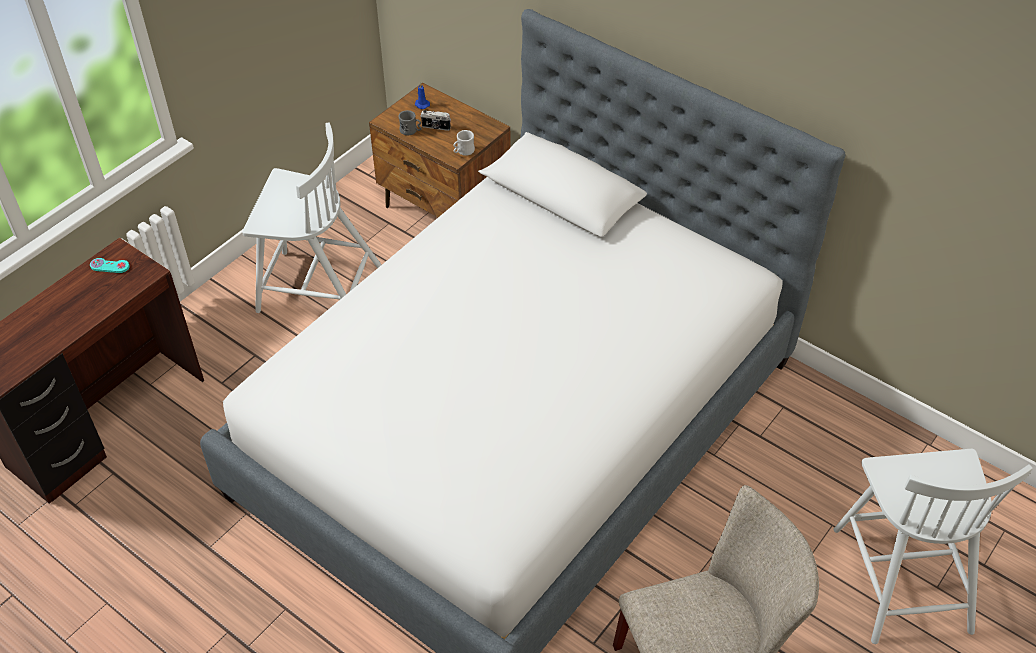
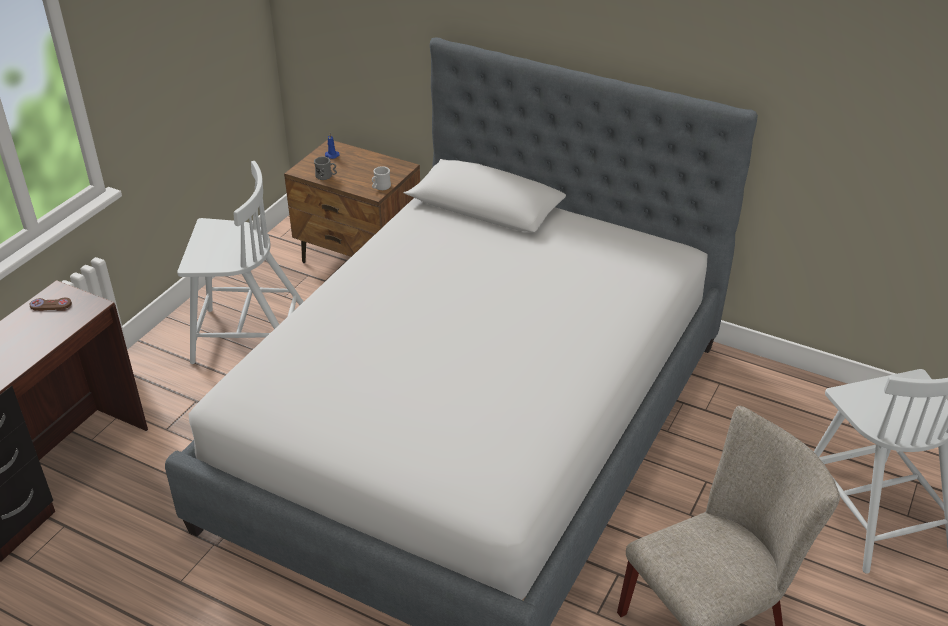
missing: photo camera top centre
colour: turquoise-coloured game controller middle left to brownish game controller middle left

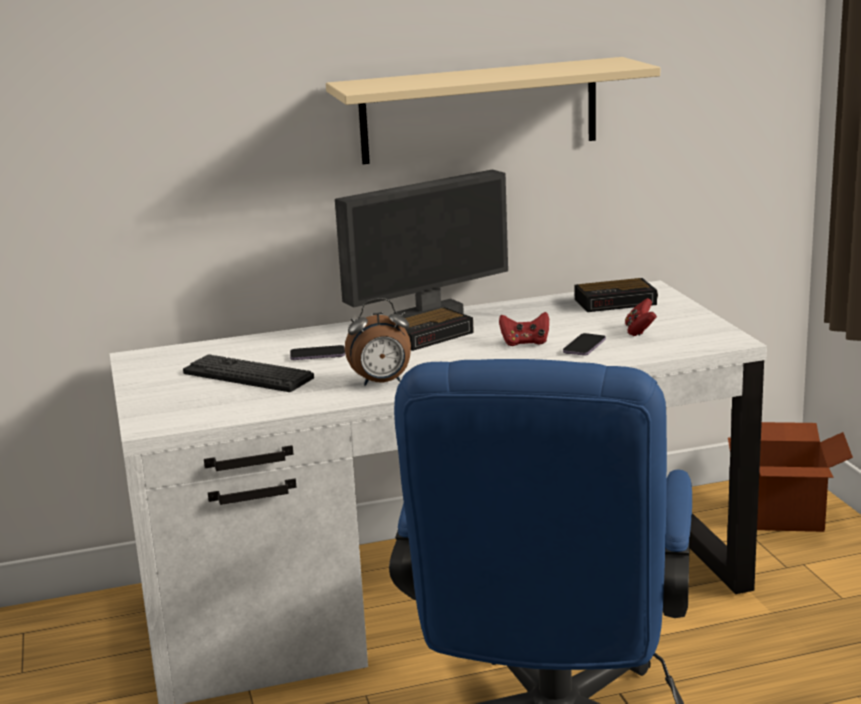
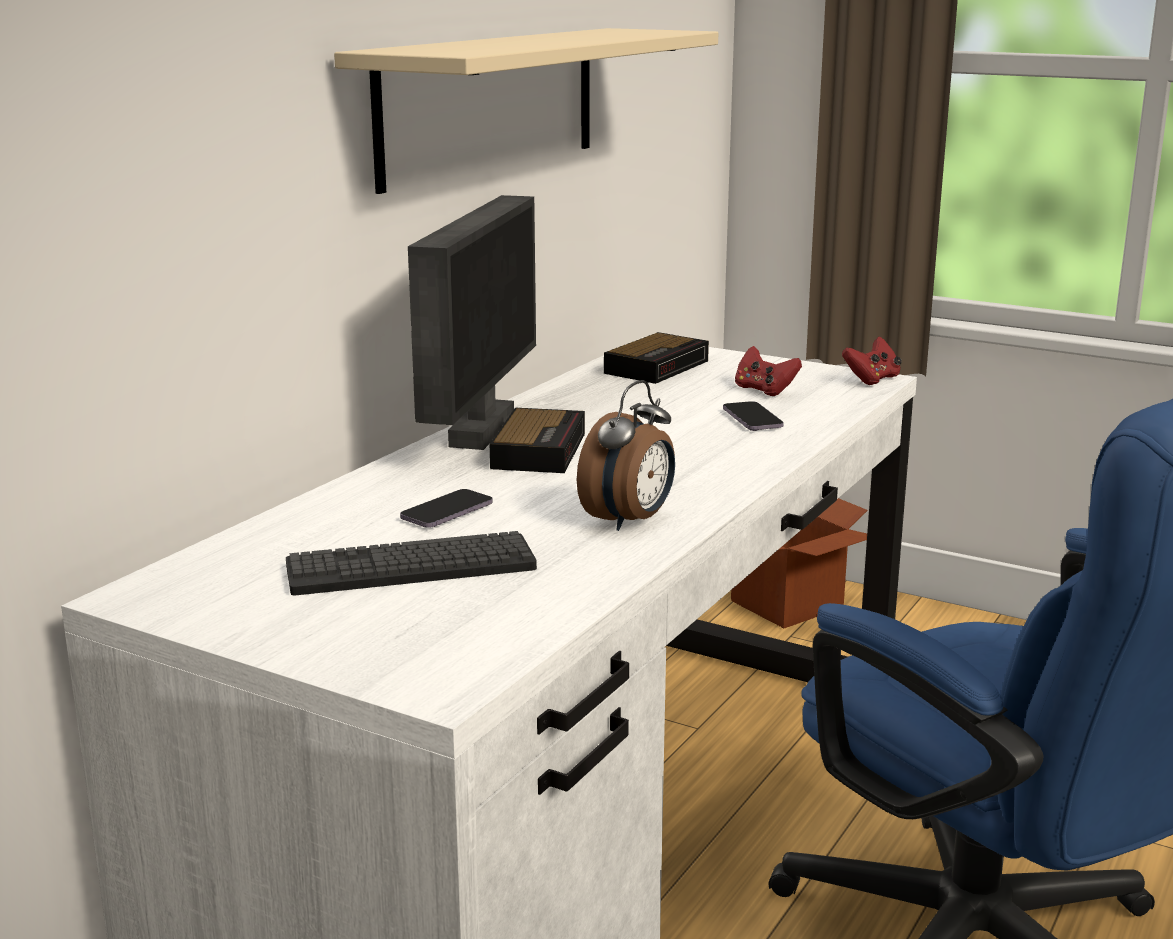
relocated: red-coloured game controller (no. 1 from left in the first image) centre to red-coloured game controller (no. 2 from left) middle right

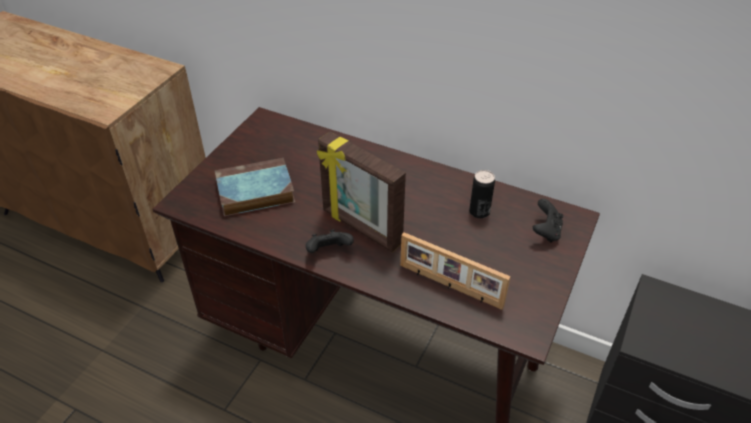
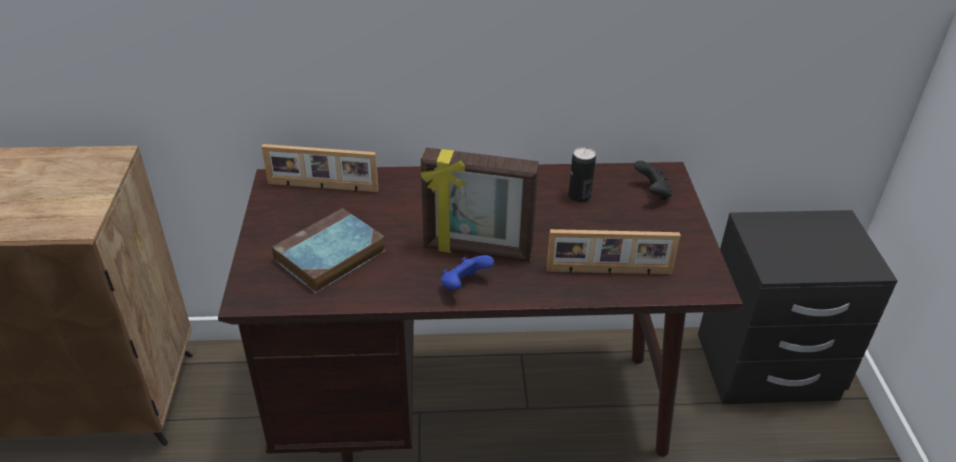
appeared: standing frame (no. 1 from left) centre
colour: black-coloured game controller (no. 1 from left) centre to blue-coloured game controller centre

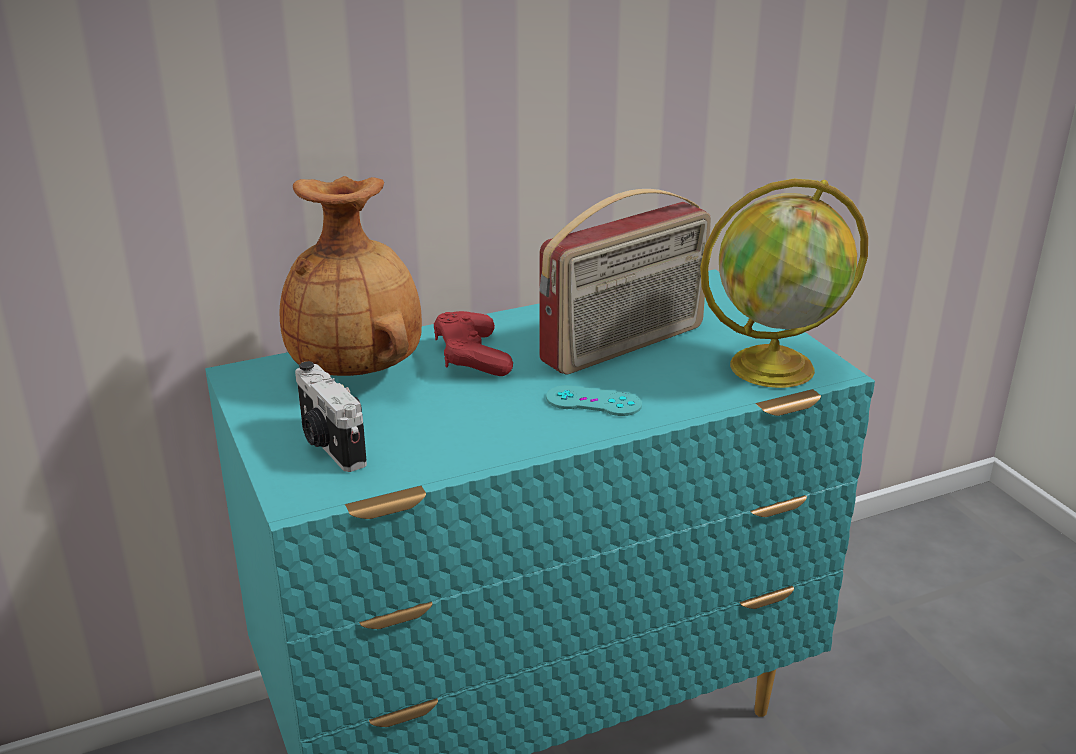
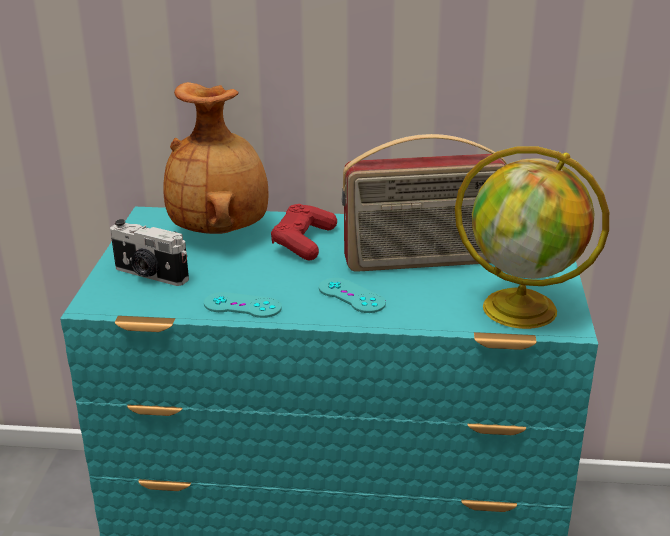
appeared: turquoise-coloured game controller (no. 1 from left) centre
spun: photo camera middle left = middle left 60 degrees counterclockwise

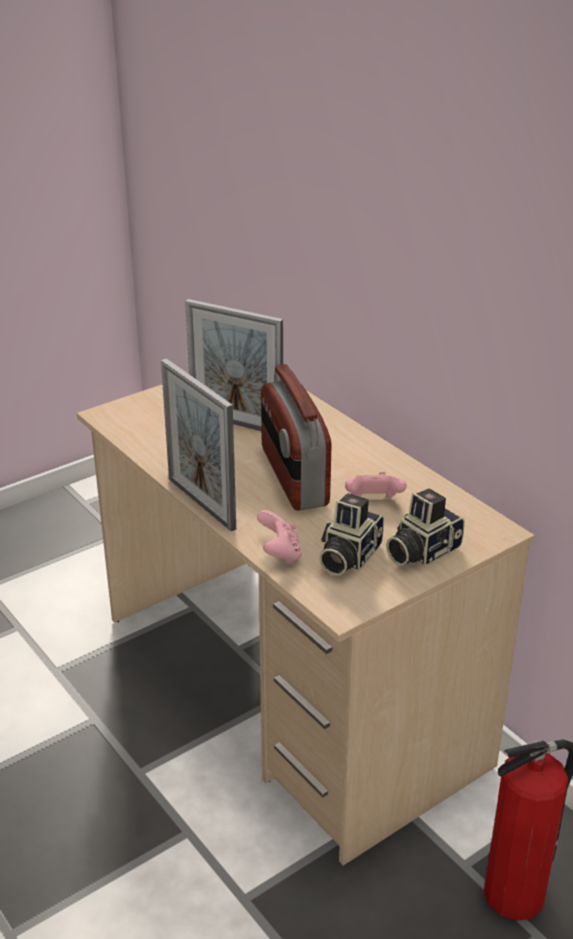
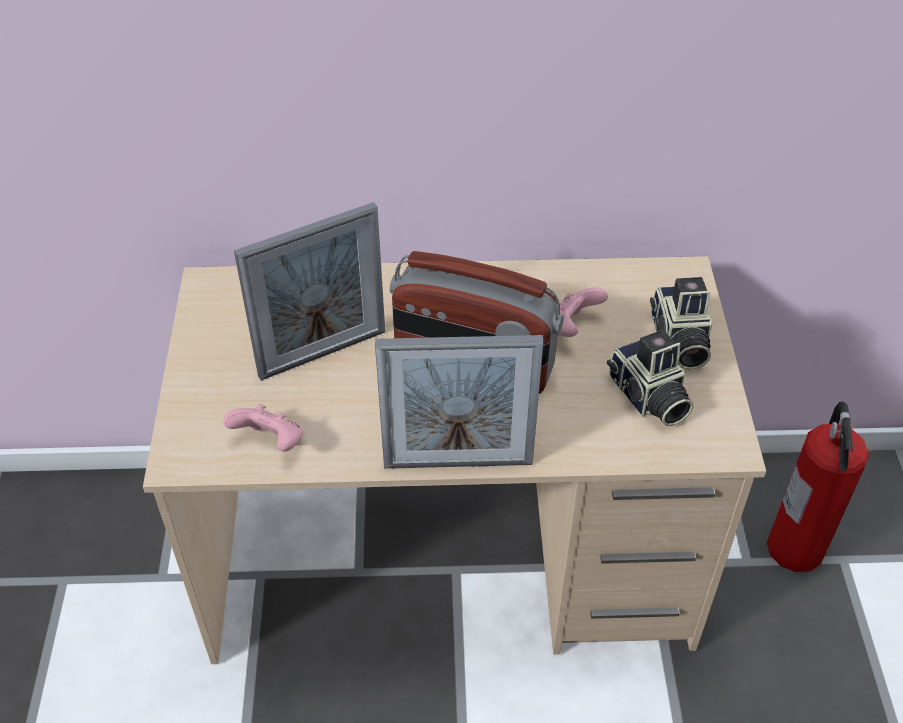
relocated: pink game controller (no. 1 from left) centre to middle left

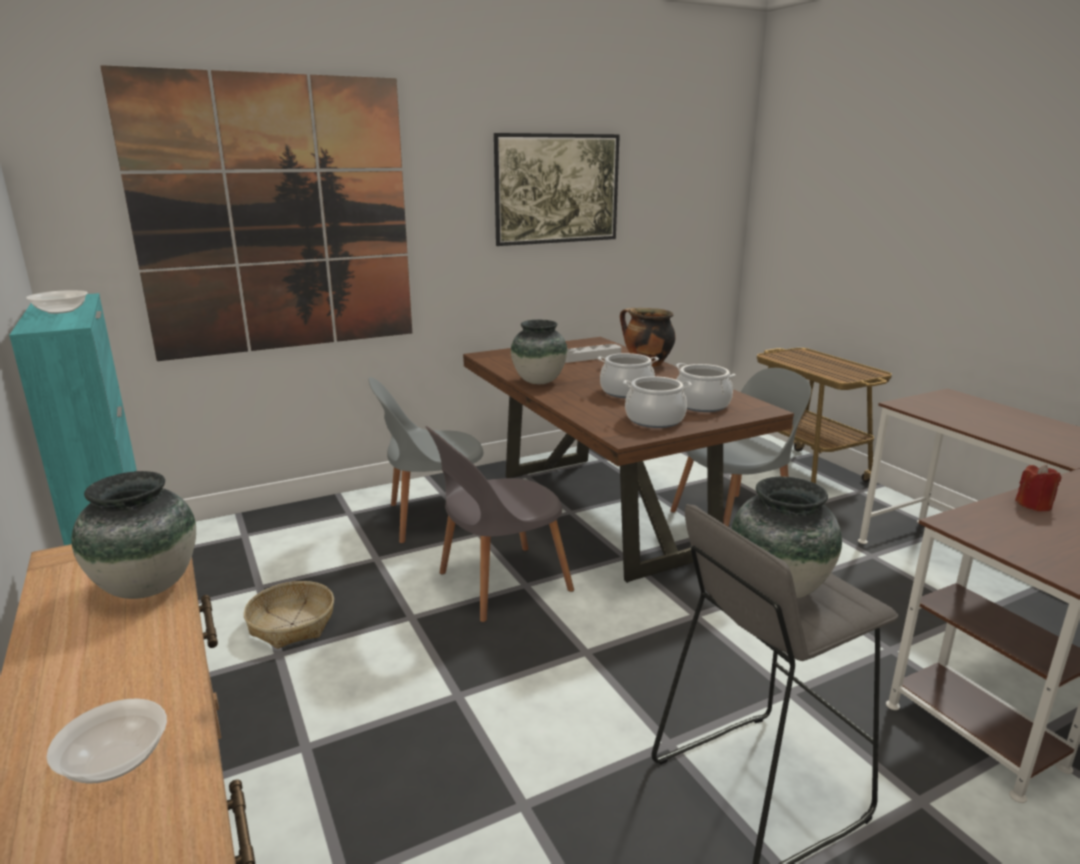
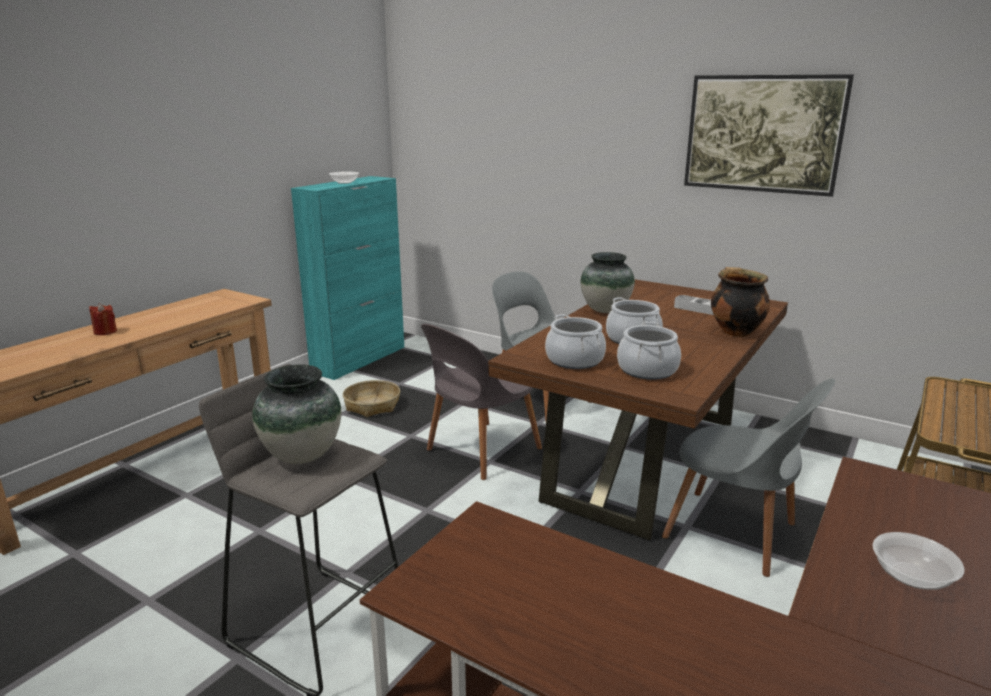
missing: flower vase (no. 1 from left) middle left; picture (no. 1 from left) top left
relocated: serving bowl (no. 2 from left) bottom left to bottom right; red-coloured wax light middle right to middle left
spun: gray upright chair (no. 2 from left in the first image) centre = centre 75 degrees counterclockwise

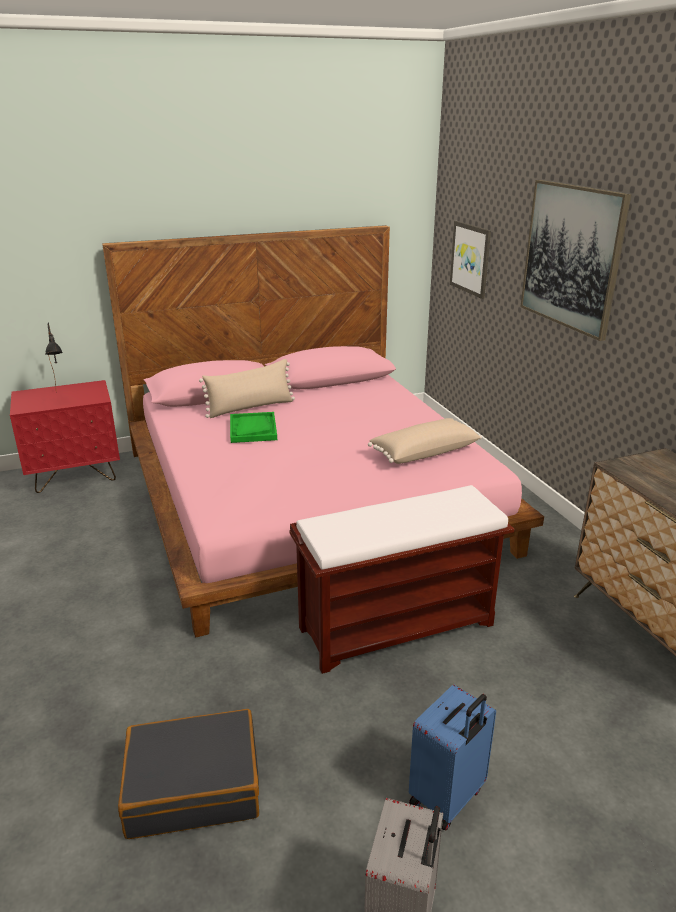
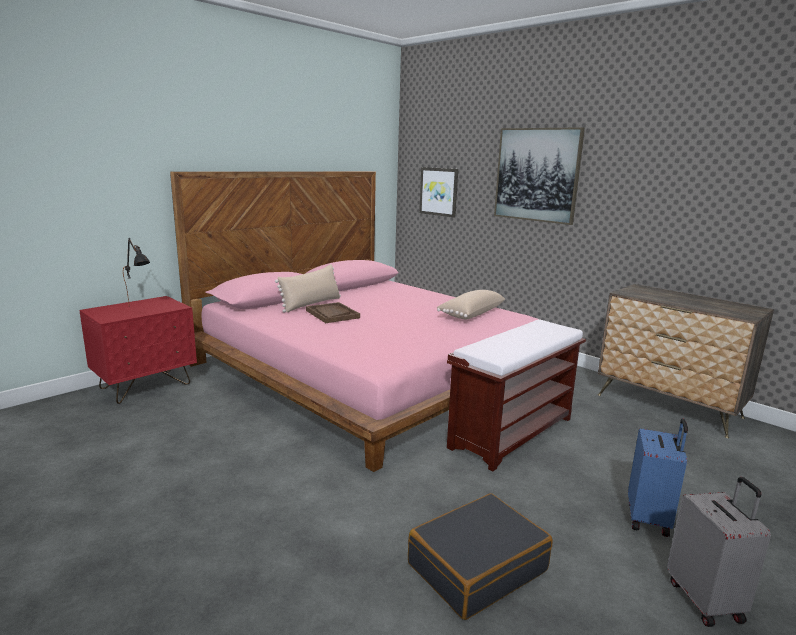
colour: greenish carrying tray centre to brownish carrying tray centre

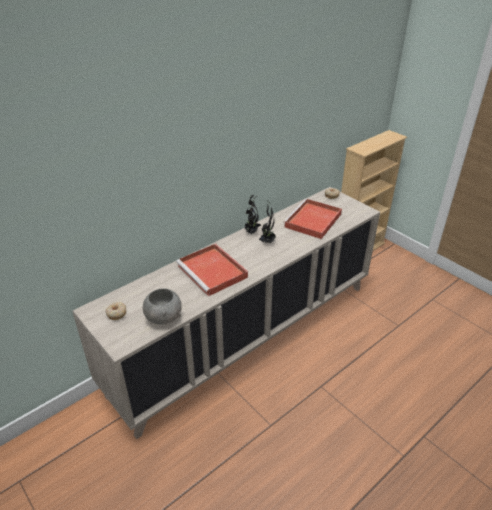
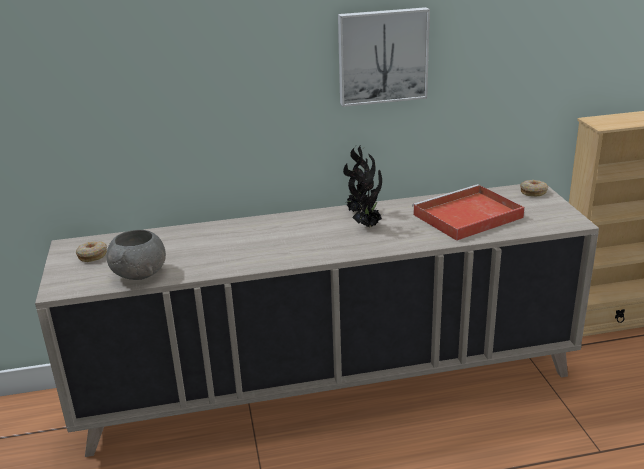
missing: red-coloured carrying tray (no. 1 from left) centre
appeared: picture top centre

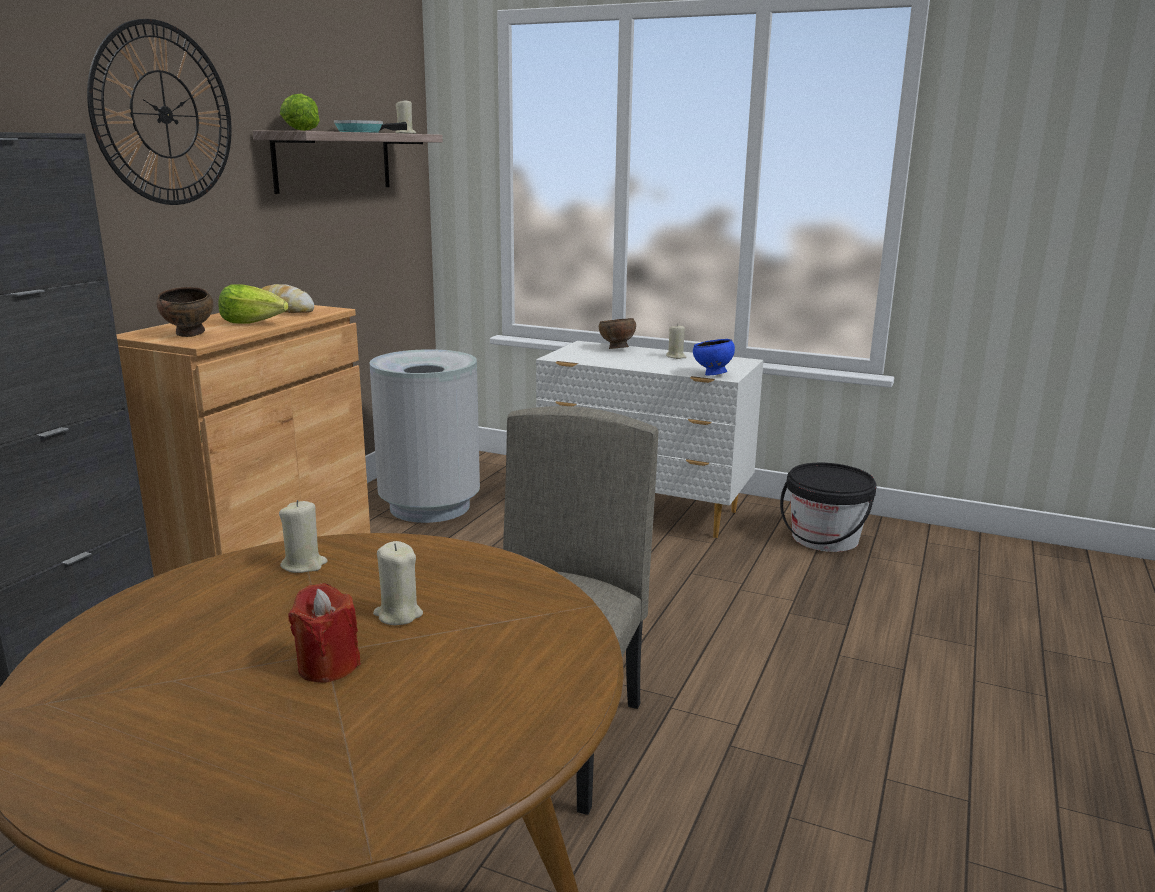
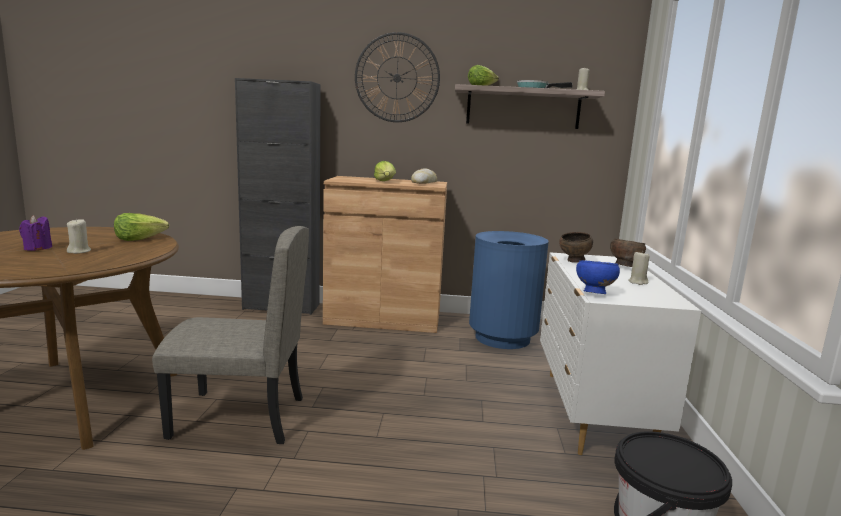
relocated: brownish serving bowl (no. 1 from left) middle left to middle right
exchanged: beige wax light (no. 1 from left) middle left to head of lettuce (no. 1 from left) middle left
colour: red-coloured wax light bottom left to purple-coloured wax light middle left; gray trash can centre to blue-coloured trash can centre

